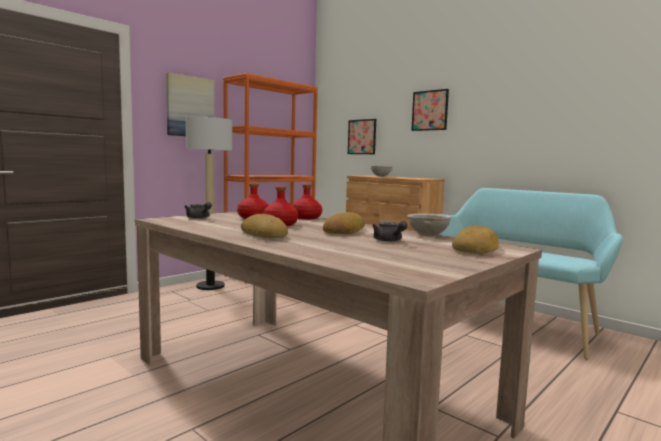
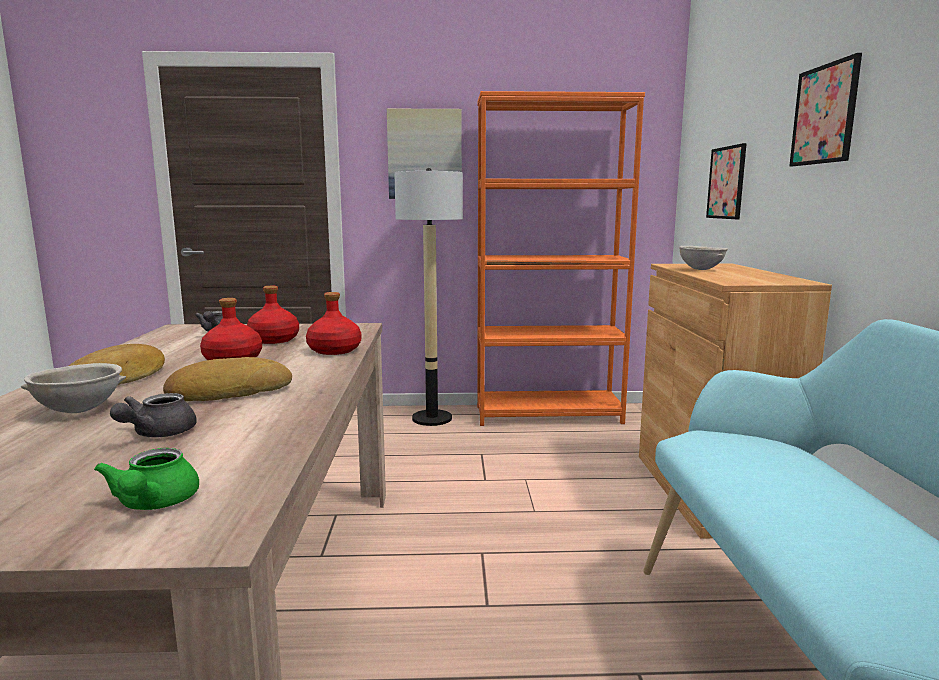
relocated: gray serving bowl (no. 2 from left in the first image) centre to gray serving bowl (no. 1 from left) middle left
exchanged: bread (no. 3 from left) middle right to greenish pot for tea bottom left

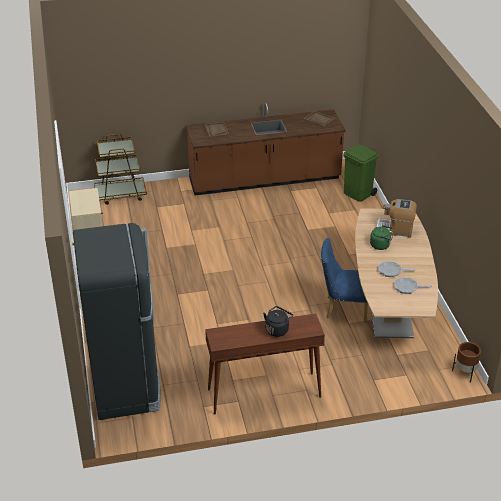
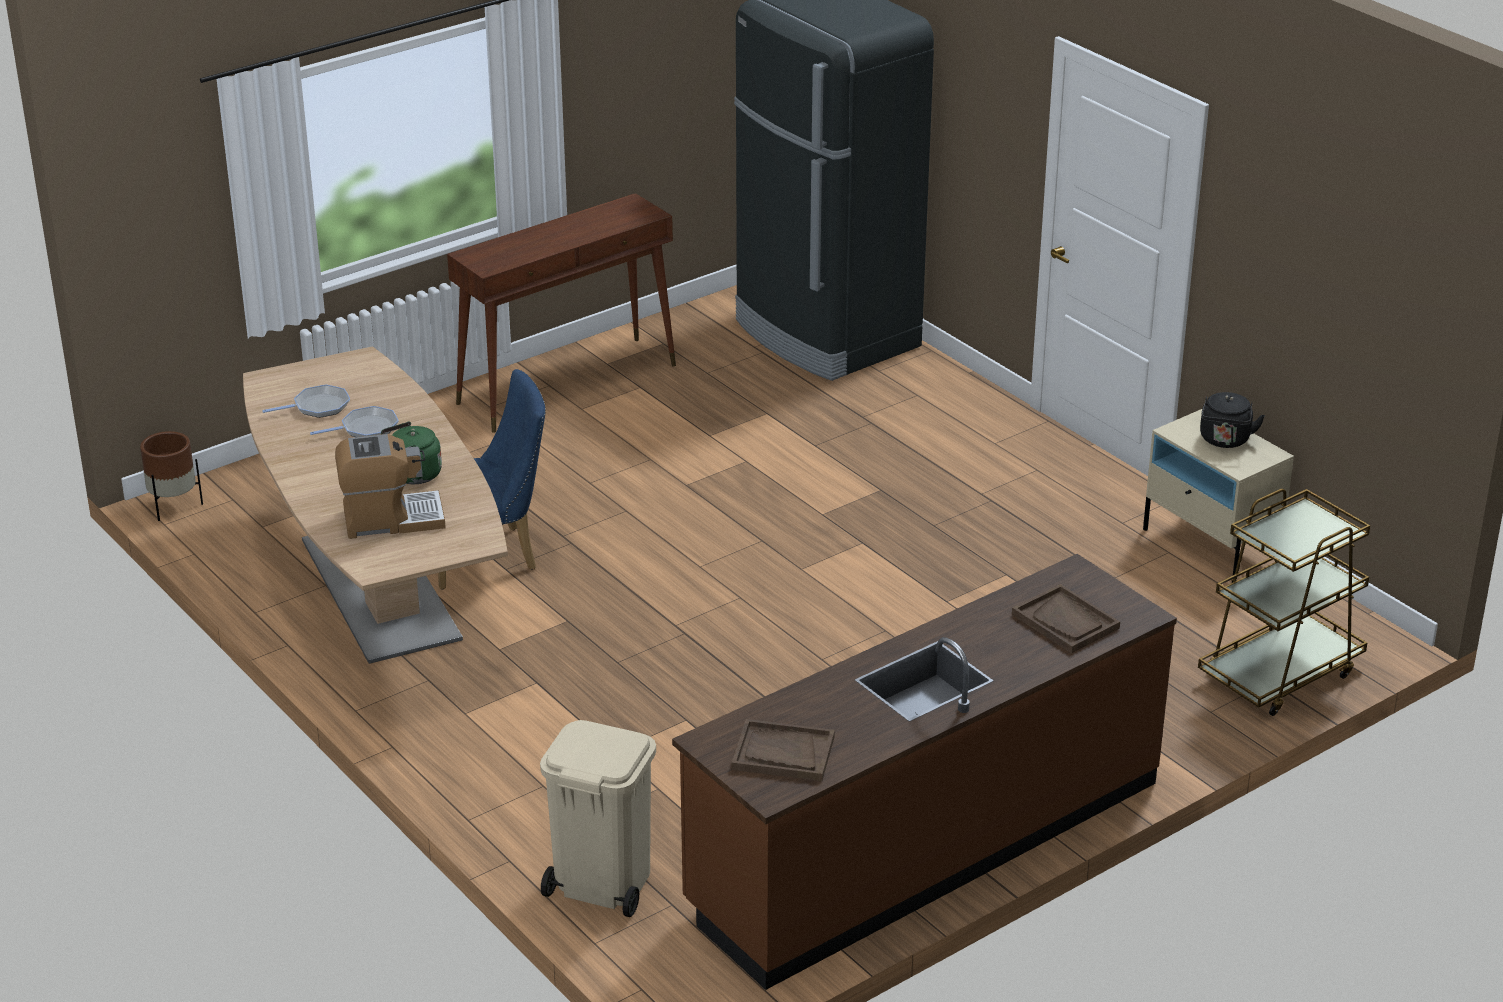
relocated: black-coloured kettle centre to middle right
colour: greenish trash can middle right to beige trash can bottom centre

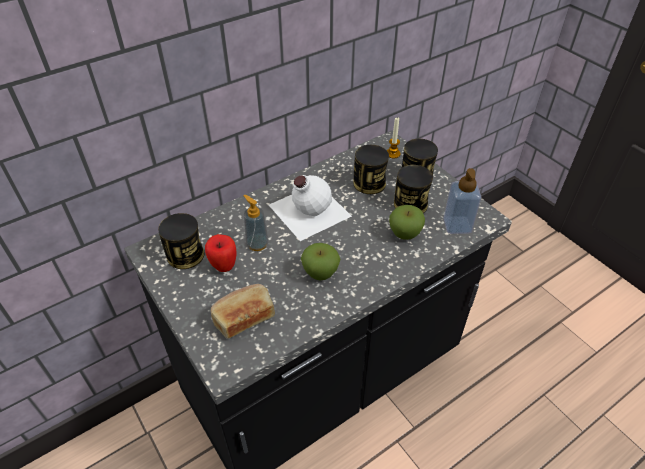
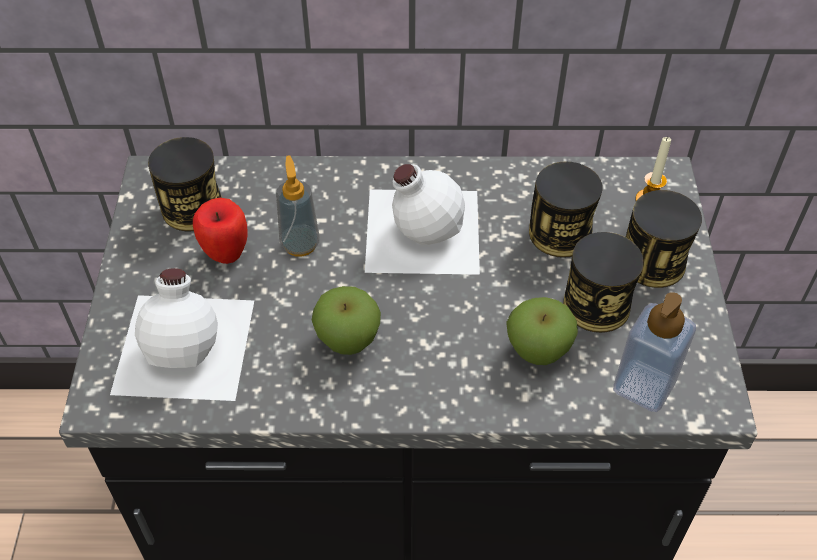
exchanged: bread centre to white-coloured drink bottle (no. 1 from left) middle left

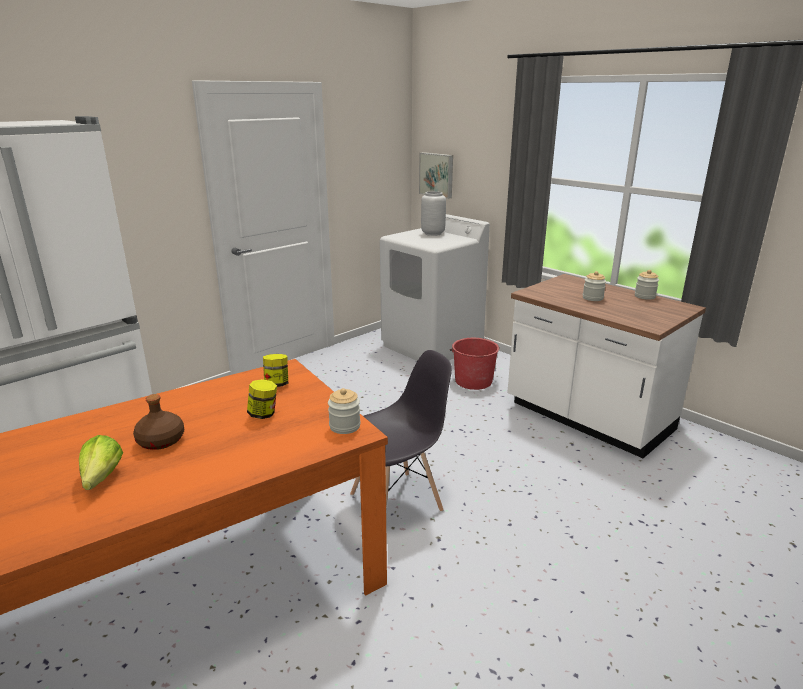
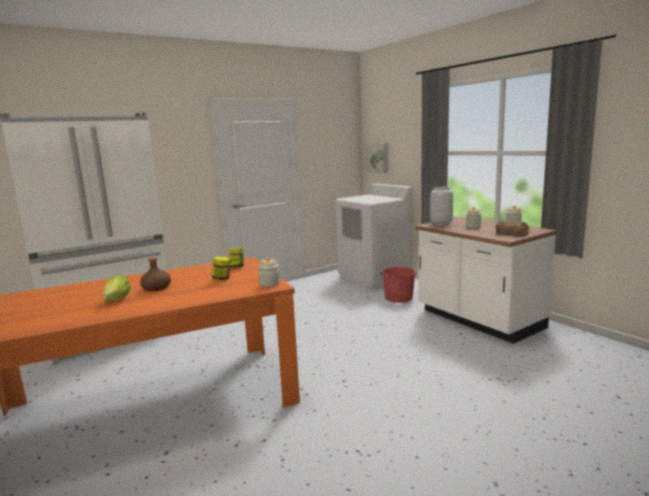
missing: gray upright chair centre
appeared: bread middle right
relocated: gray flower vase top centre to middle right

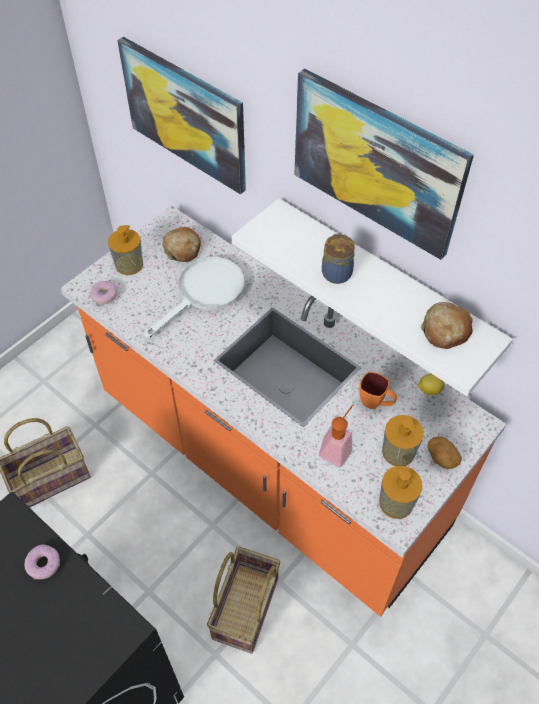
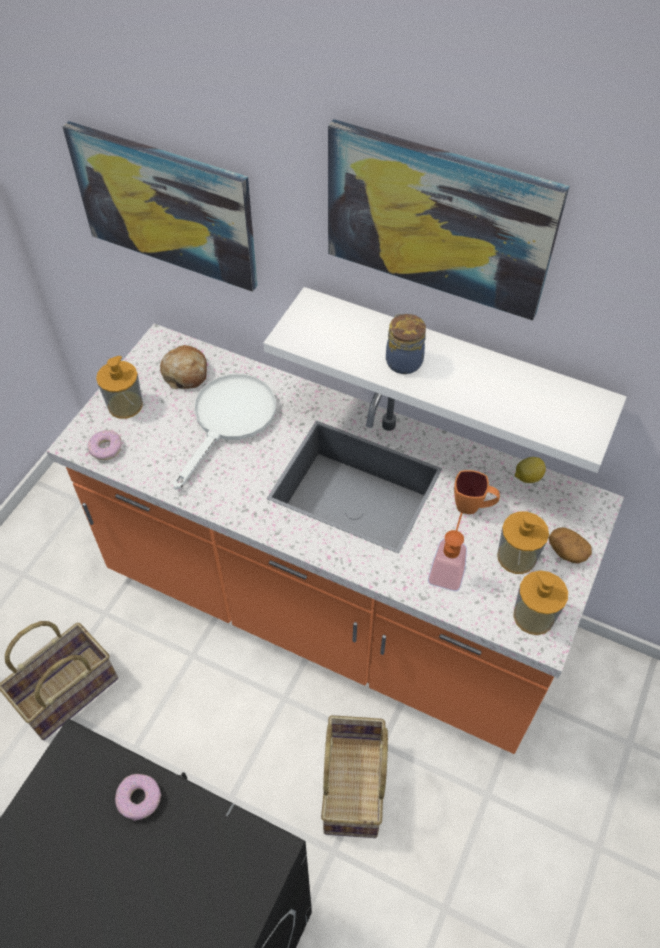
missing: bread (no. 2 from left) middle right

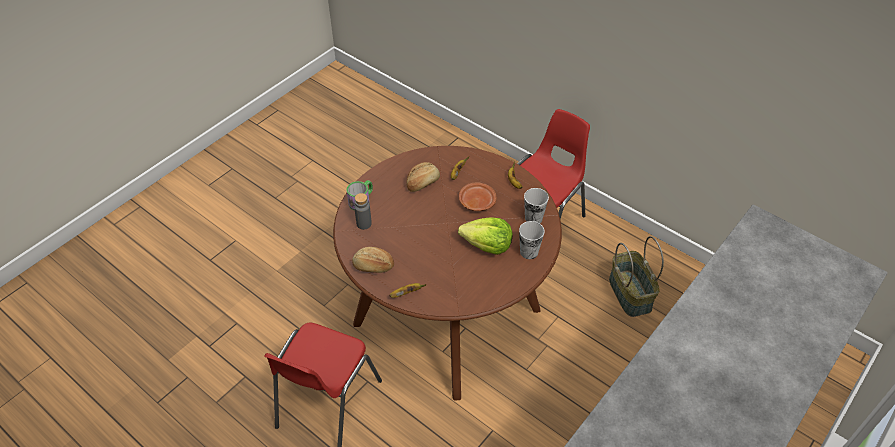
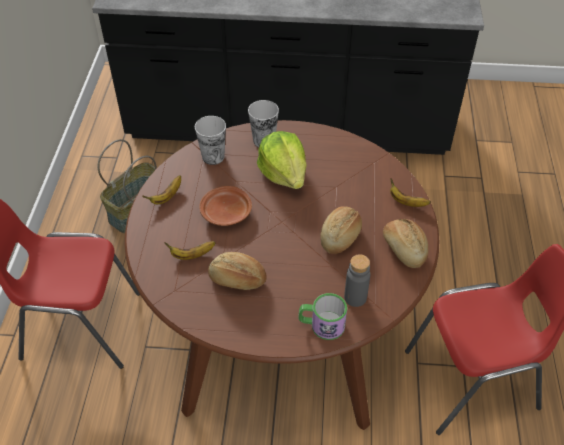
appeared: bread (no. 2 from left) centre

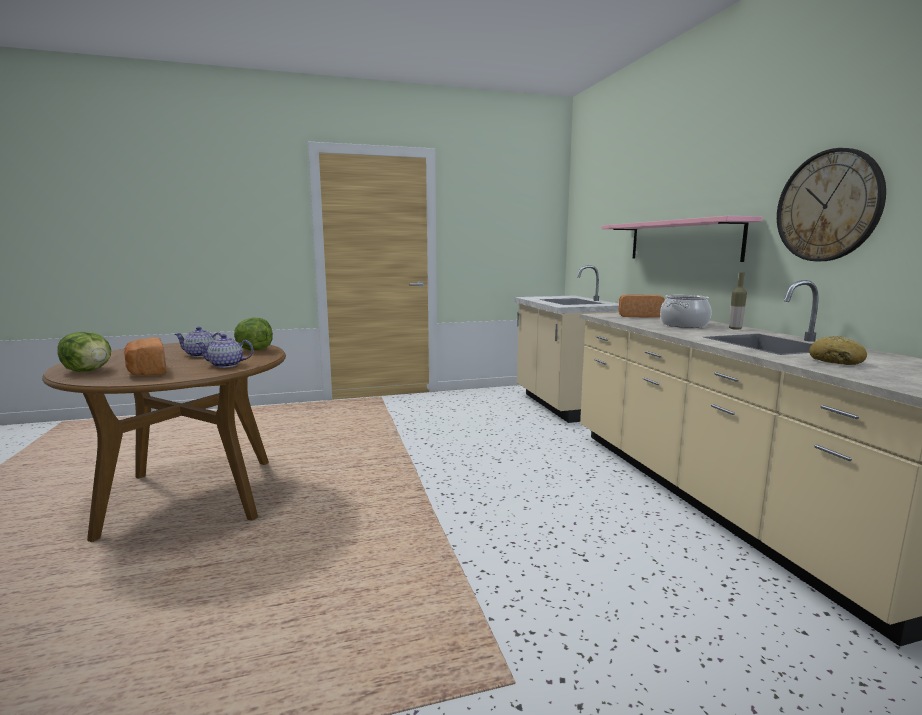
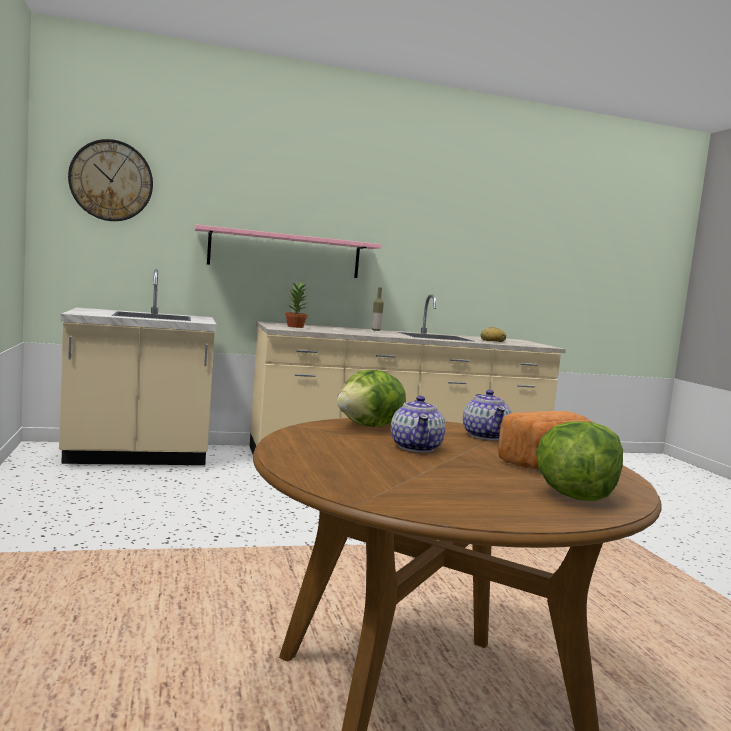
missing: cooking pot middle right
relocated: wall clock top right to top left
exchanged: bread (no. 2 from left) middle right to potted plant centre

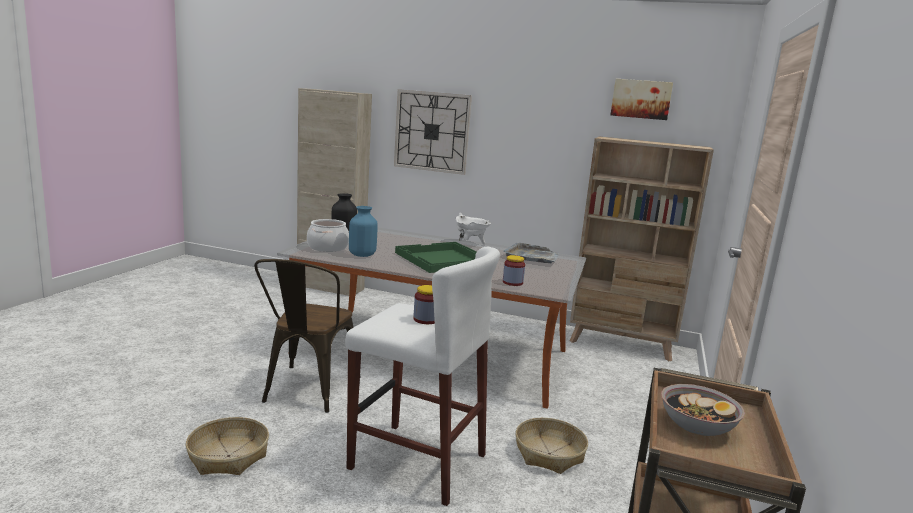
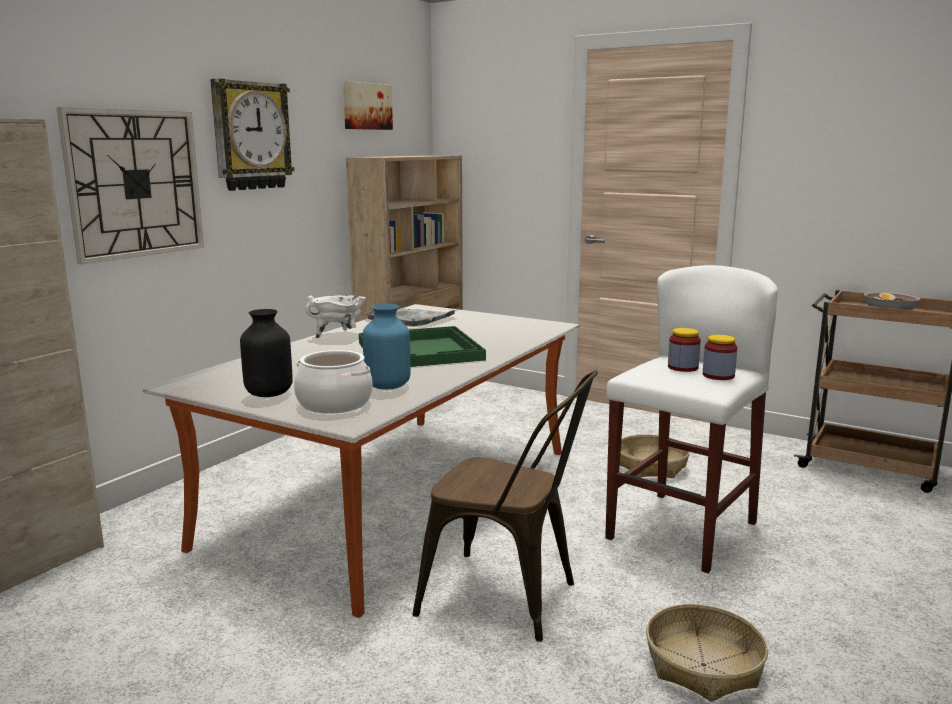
appeared: wall clock (no. 2 from left) top left
relocated: storage jar (no. 2 from left) centre to middle right

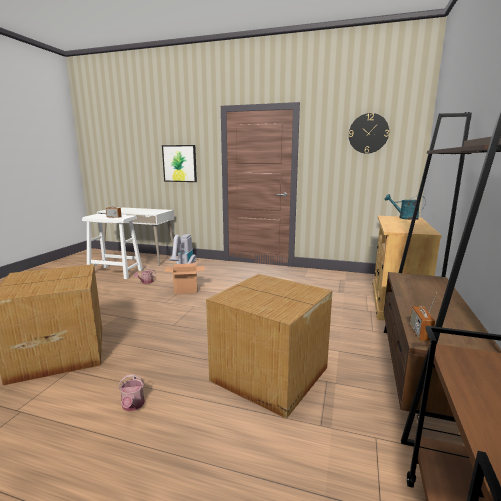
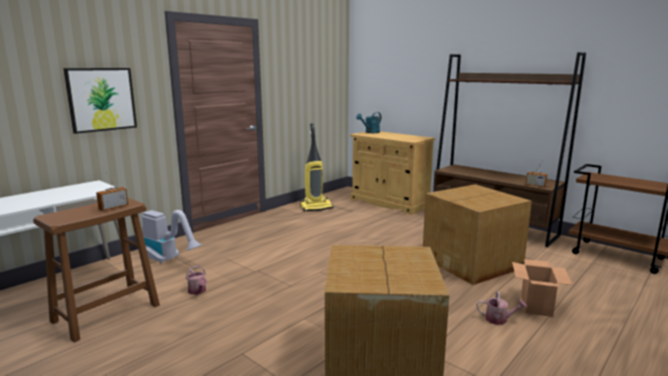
missing: wall clock top right
appeared: hoover (no. 2 from left) centre
relocated: carton (no. 2 from left in the first image) centre to carton (no. 3 from left) bottom right
colour: white-coloured stool middle left to brownish stool bottom left

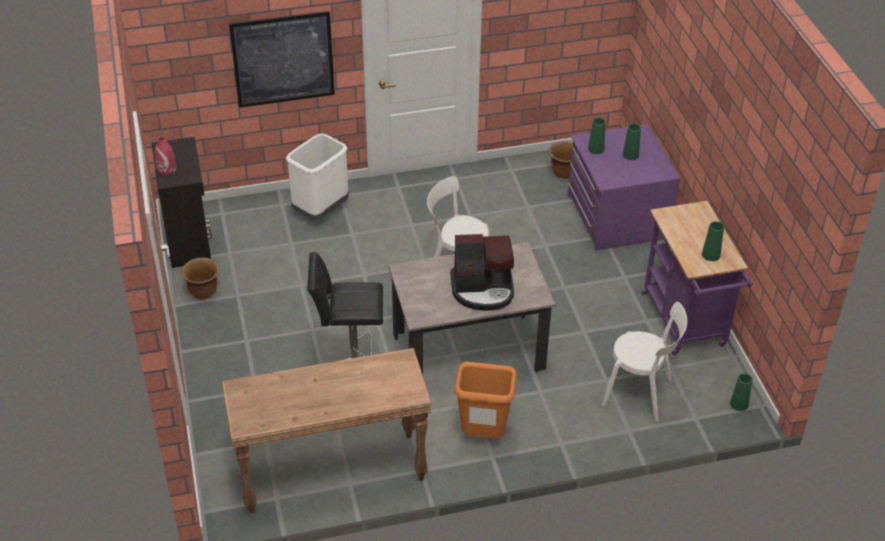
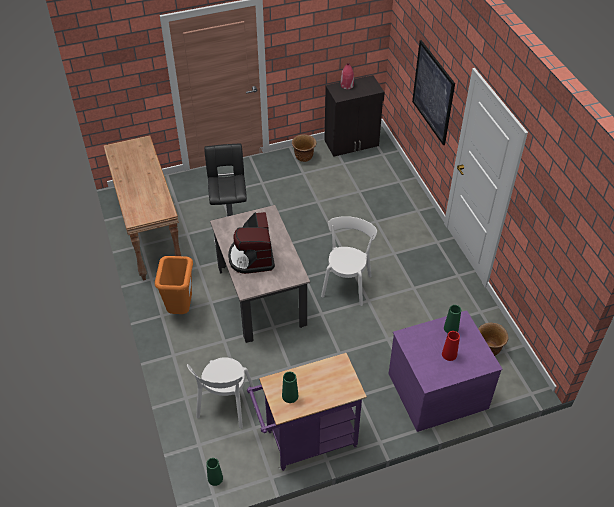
missing: white-coloured trash can top centre
colour: greenish flower vase (no. 2 from left) top right to red-coloured flower vase (no. 2 from left) bottom right

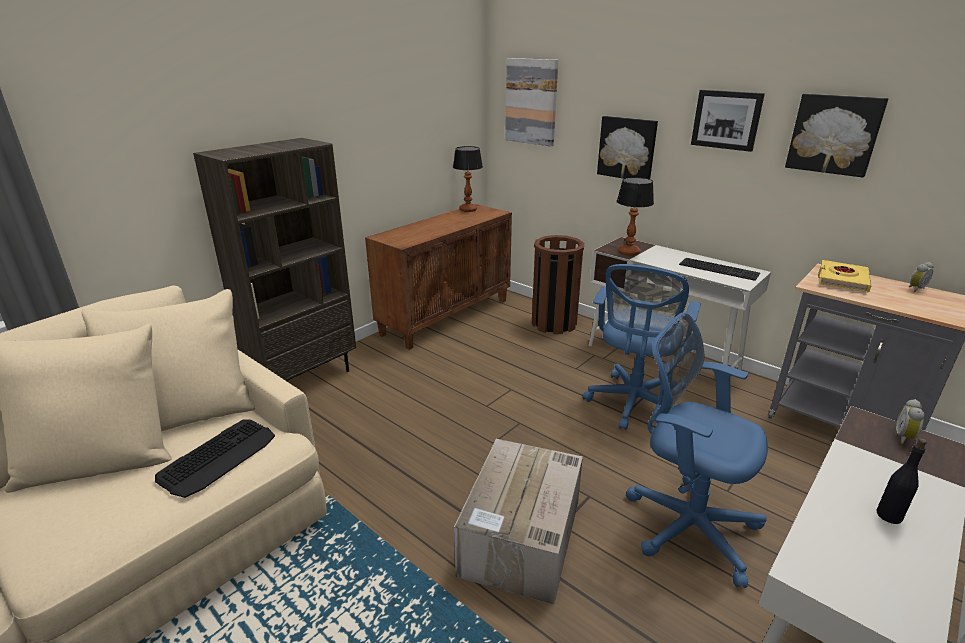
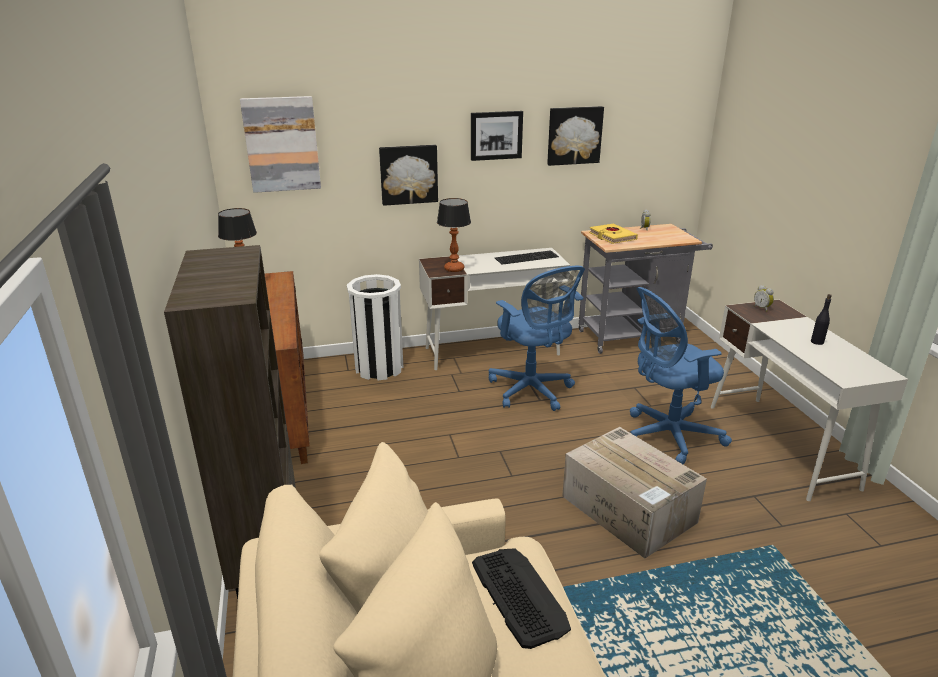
colour: brownish trash can centre to white-coloured trash can centre

